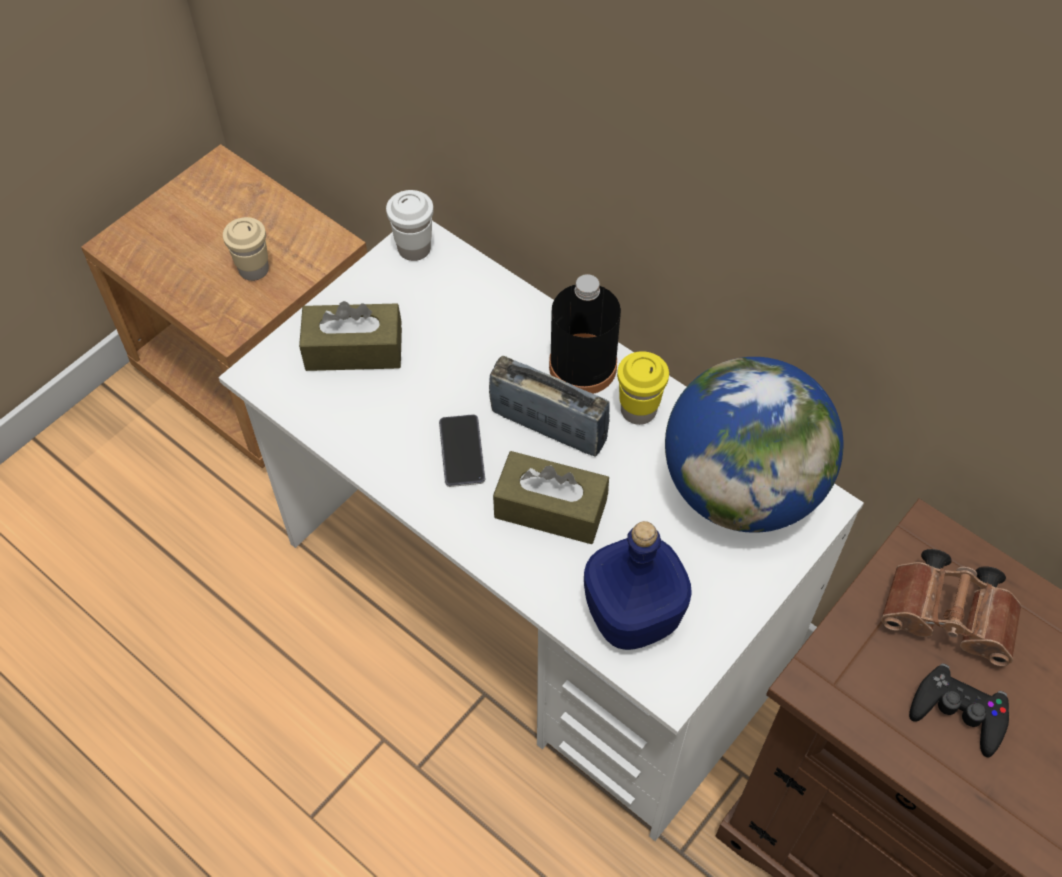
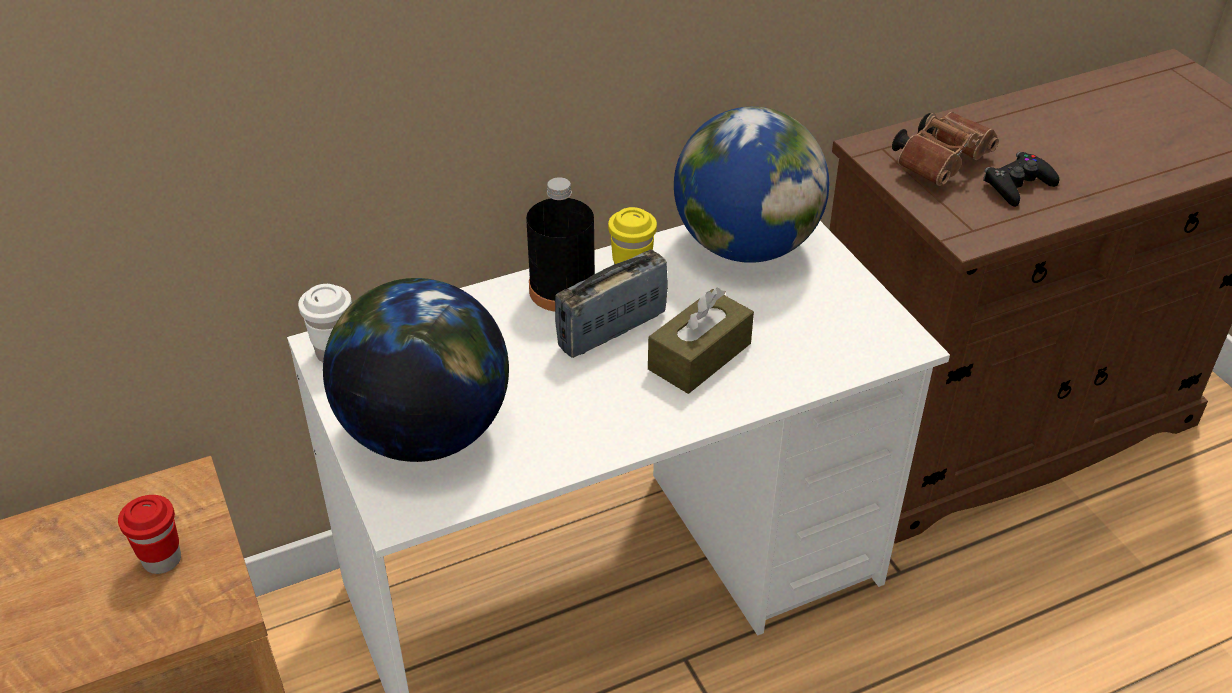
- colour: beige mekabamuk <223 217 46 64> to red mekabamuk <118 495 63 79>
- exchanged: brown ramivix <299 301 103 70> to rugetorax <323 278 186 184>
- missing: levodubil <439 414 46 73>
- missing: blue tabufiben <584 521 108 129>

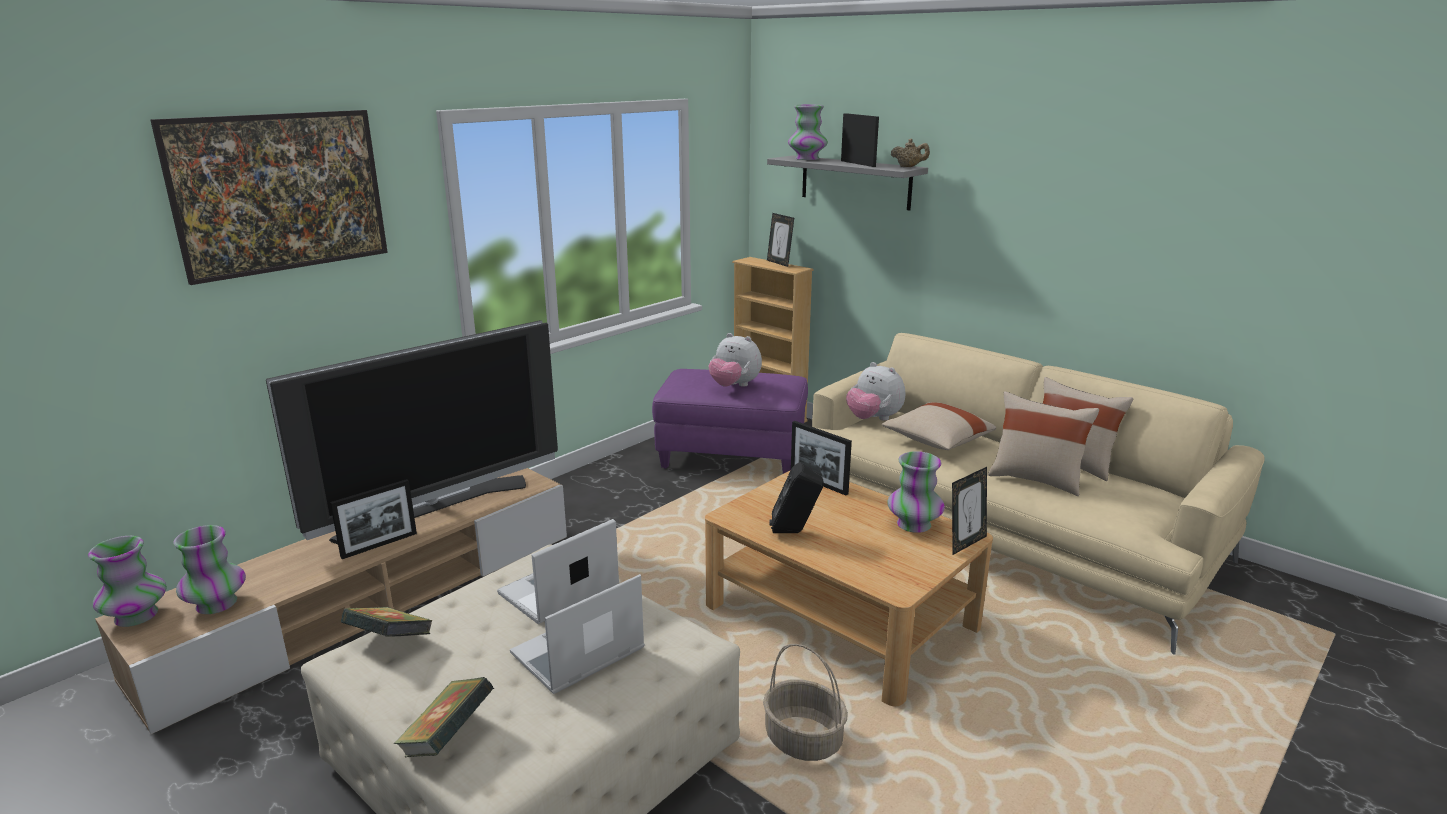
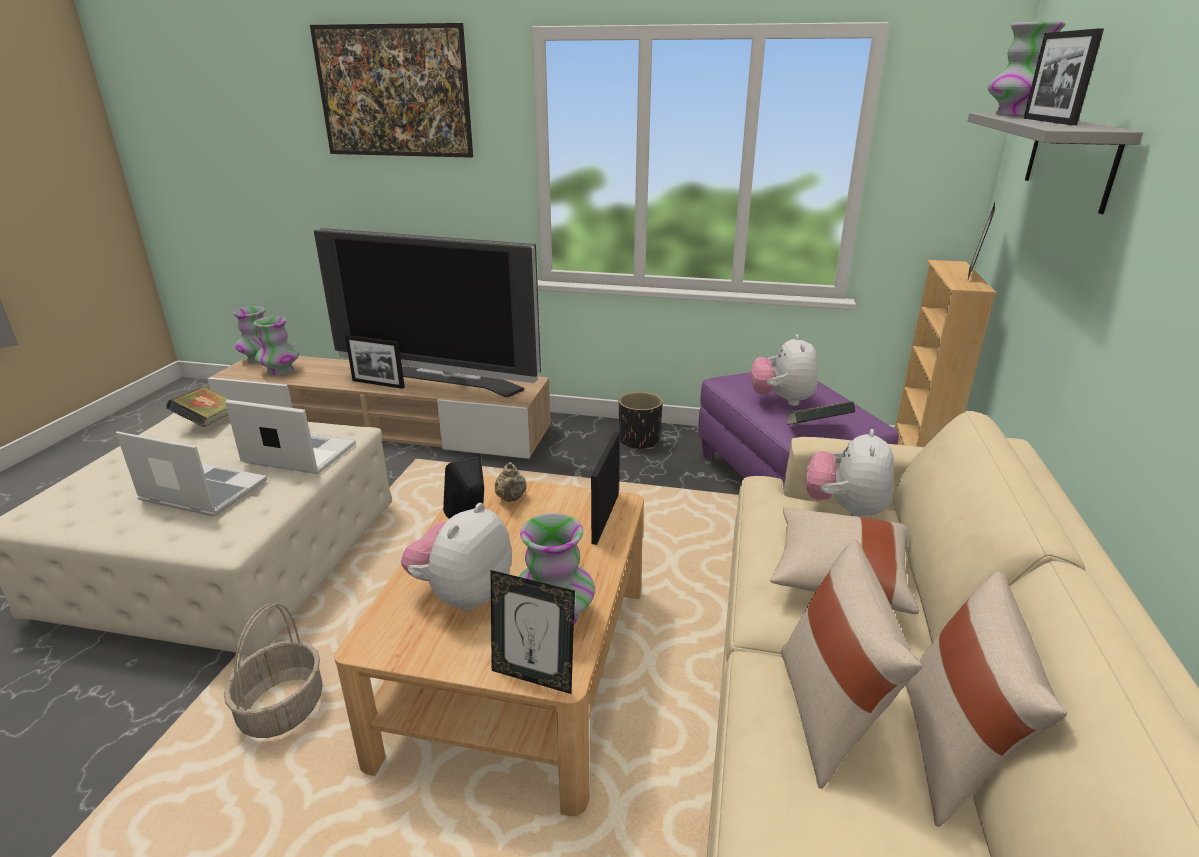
- appeared: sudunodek <401 503 111 108>
- relocated: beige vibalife <891 139 39 28> to <495 462 32 40>
- appeared: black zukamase <619 392 44 57>
- relocated: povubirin <393 677 101 80> to <786 401 69 24>
- spun: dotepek <841 113 38 54> = <1024 28 80 97> 150 degrees clockwise

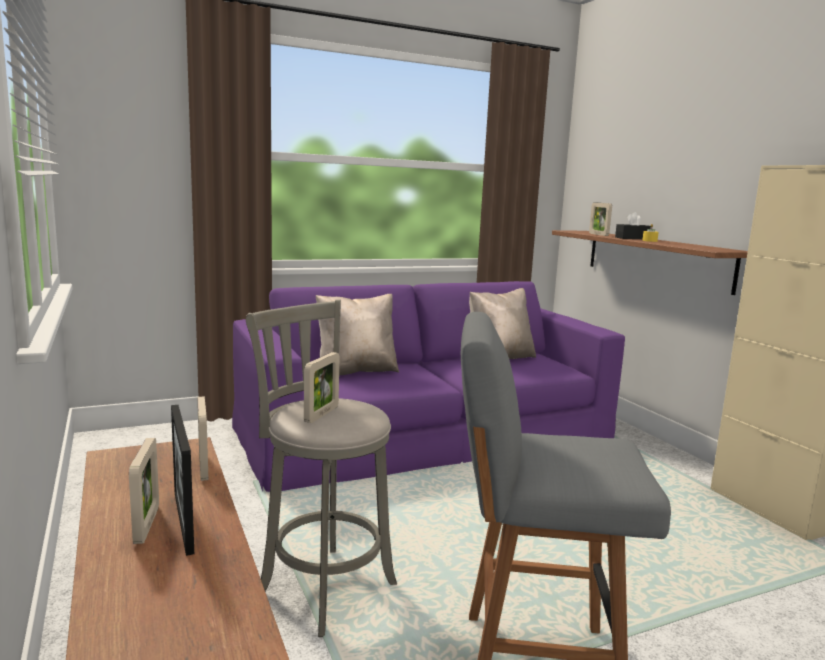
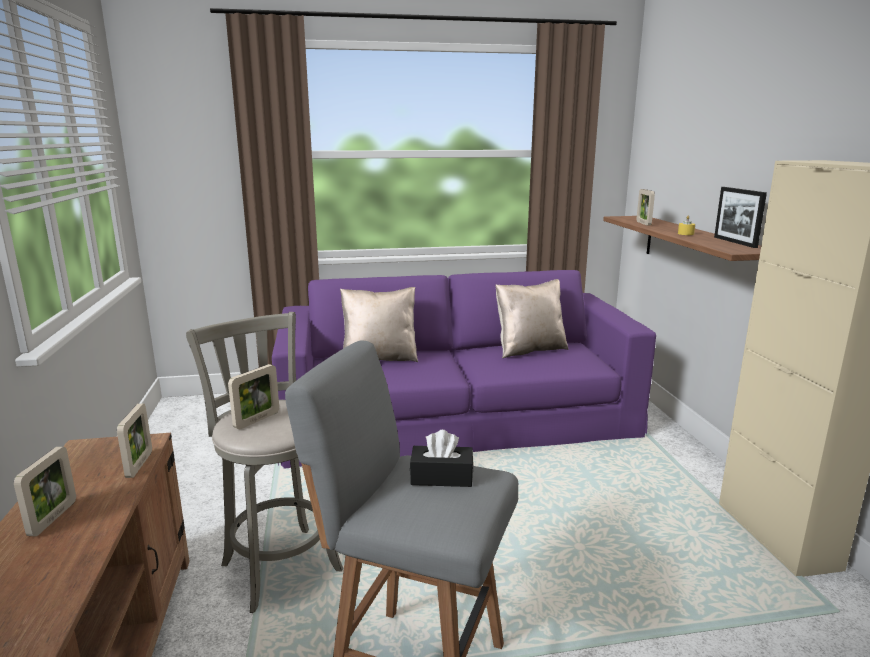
- relocated: black ramivix <615 212 36 27> to <410 430 63 57>
- relocated: dotepek <171 405 23 151> to <714 187 53 61>

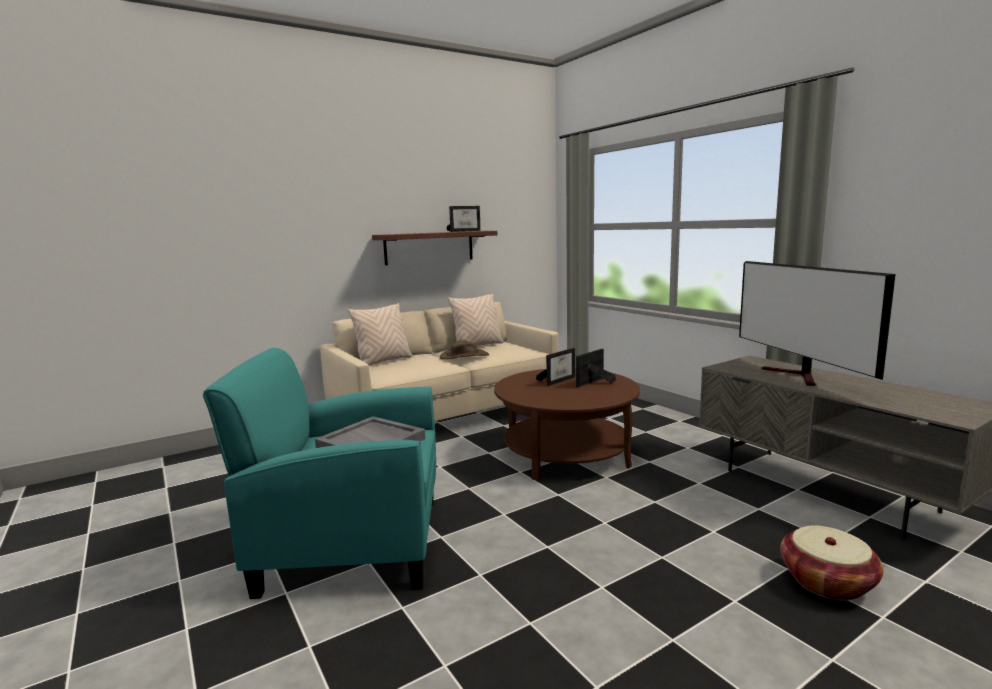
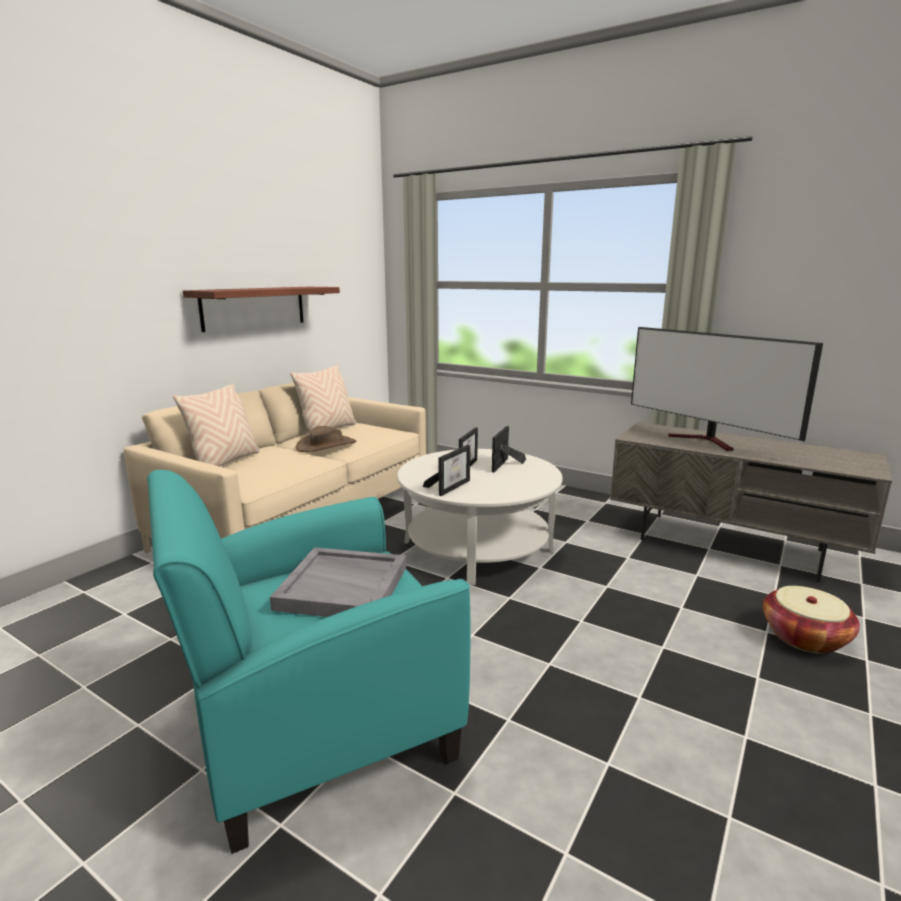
- colour: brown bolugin <494 368 146 113> to white bolugin <397 449 165 136>
- relocated: dotepek <447 206 34 26> to <423 445 47 51>

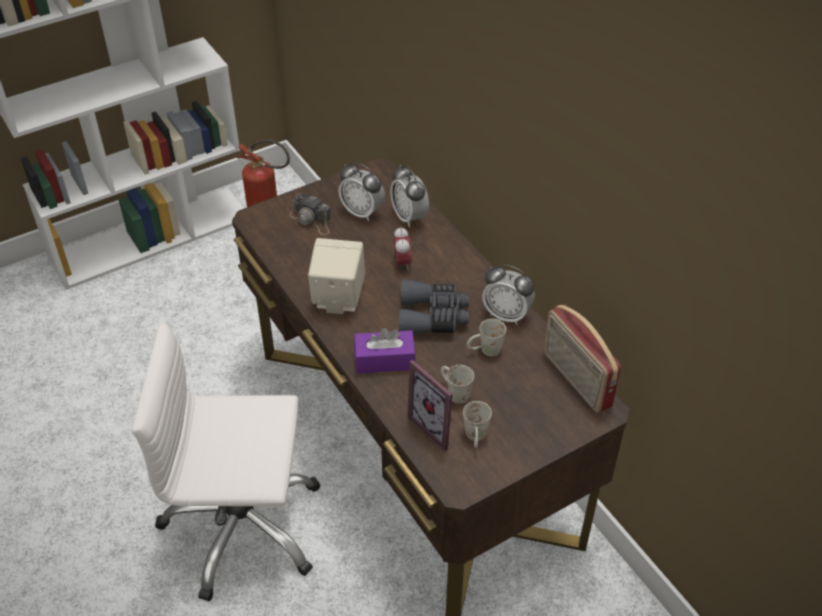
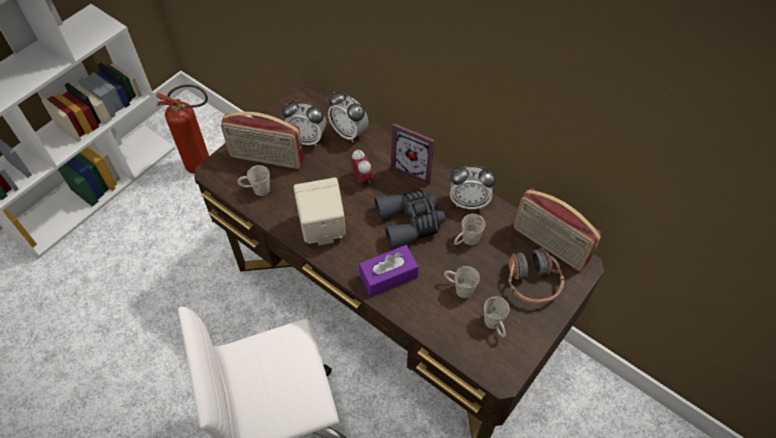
- exchanged: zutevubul <289 194 42 41> to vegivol <221 112 83 57>
- appeared: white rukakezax <238 165 32 31>
- relocated: dotepek <407 360 46 91> to <391 123 44 62>
- appeared: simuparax <508 248 57 56>

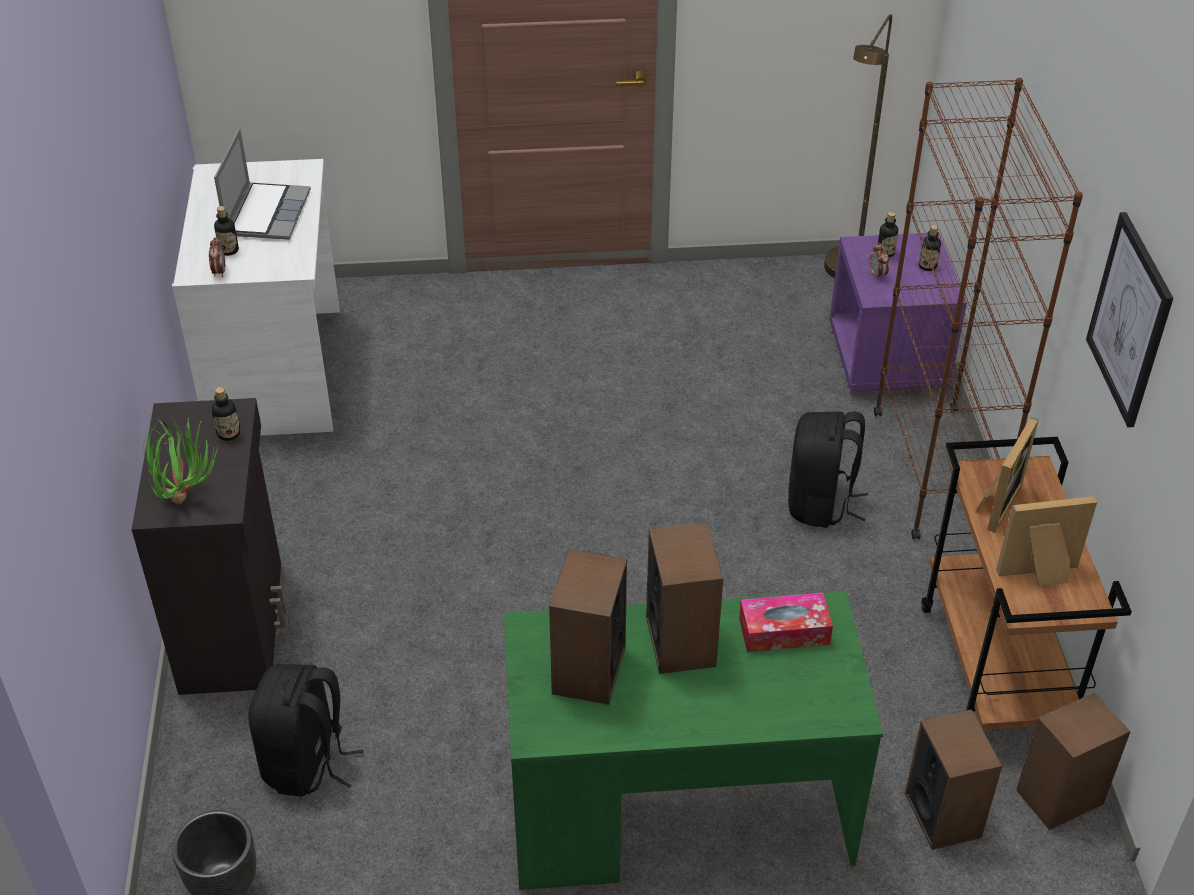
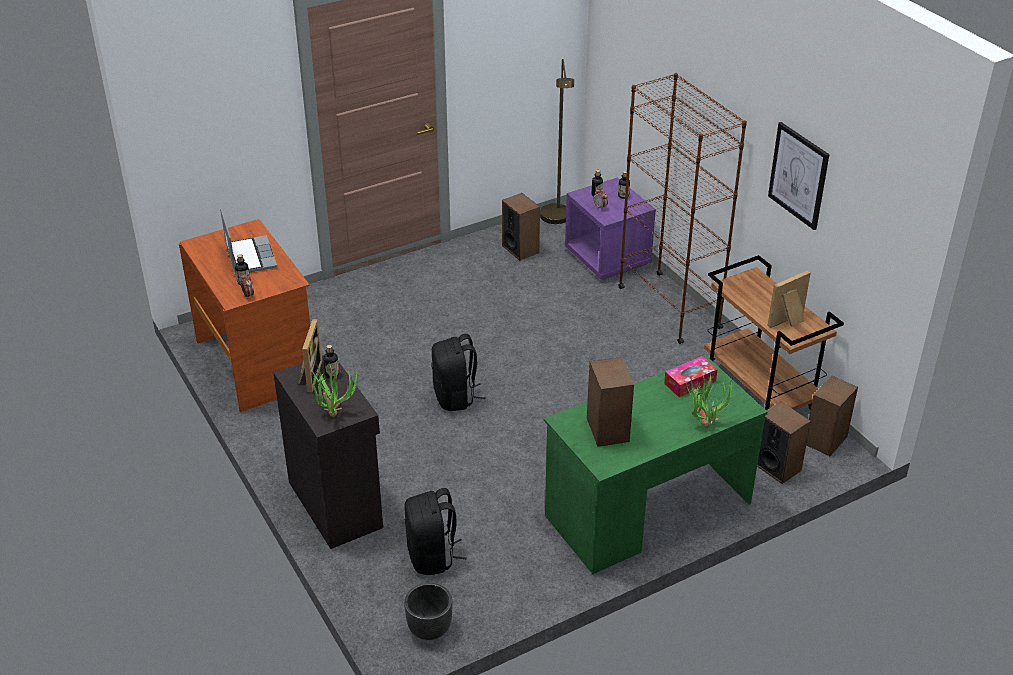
- colour: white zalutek <172 159 168 277> to brown zalutek <179 219 131 193>
- relocated: dotepek <976 417 63 116> to <298 318 24 74>
- relocated: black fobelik <788 412 80 116> to <431 334 55 77>
- relocated: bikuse <646 522 77 152> to <502 193 38 68>
- appeared: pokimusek <684 374 48 54>

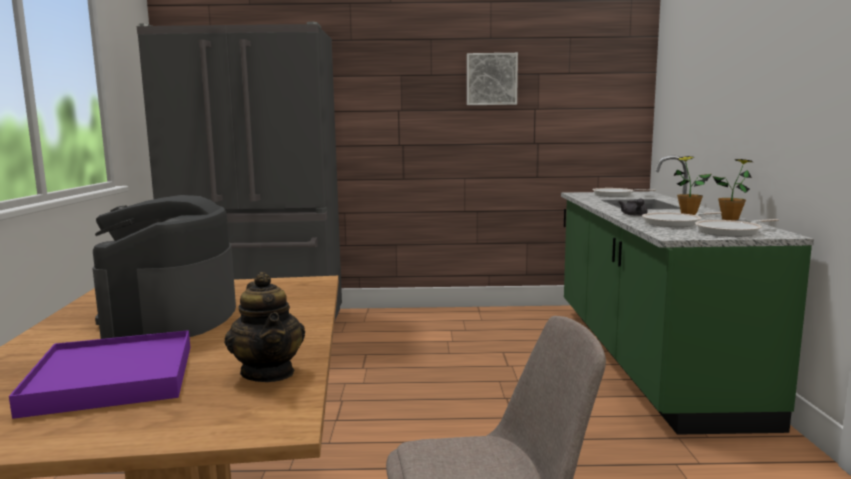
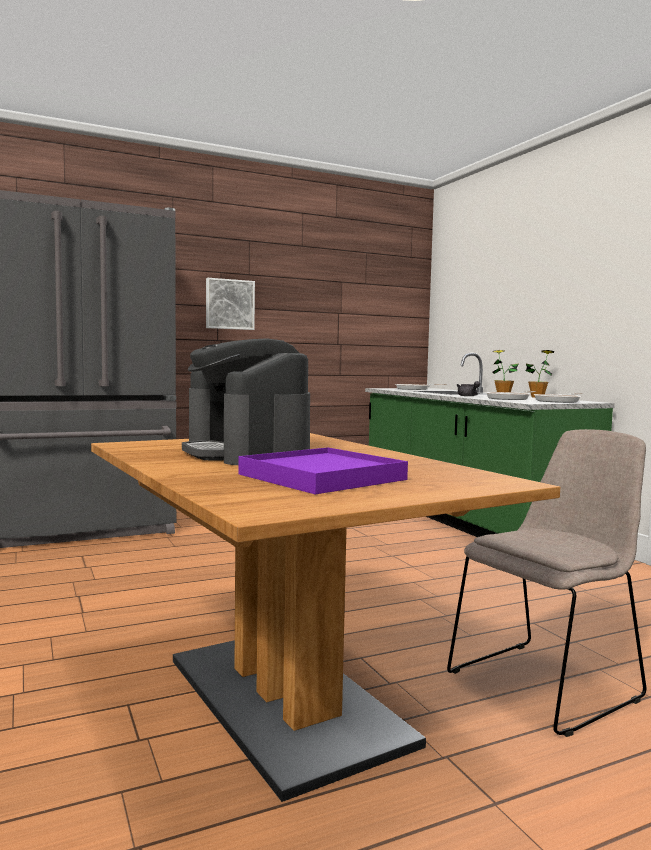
- relocated: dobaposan <467 53 51 52> to <206 278 49 52>
- missing: vibalife <224 272 81 110>

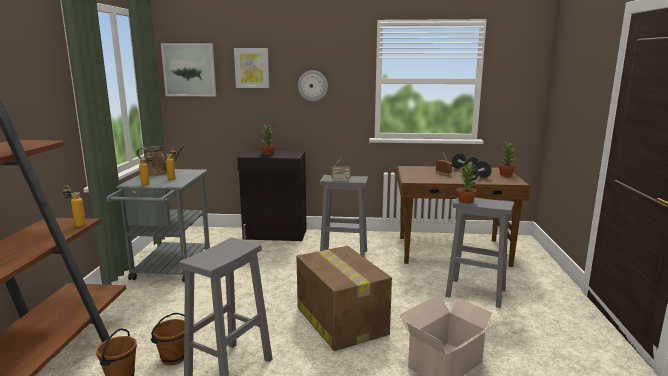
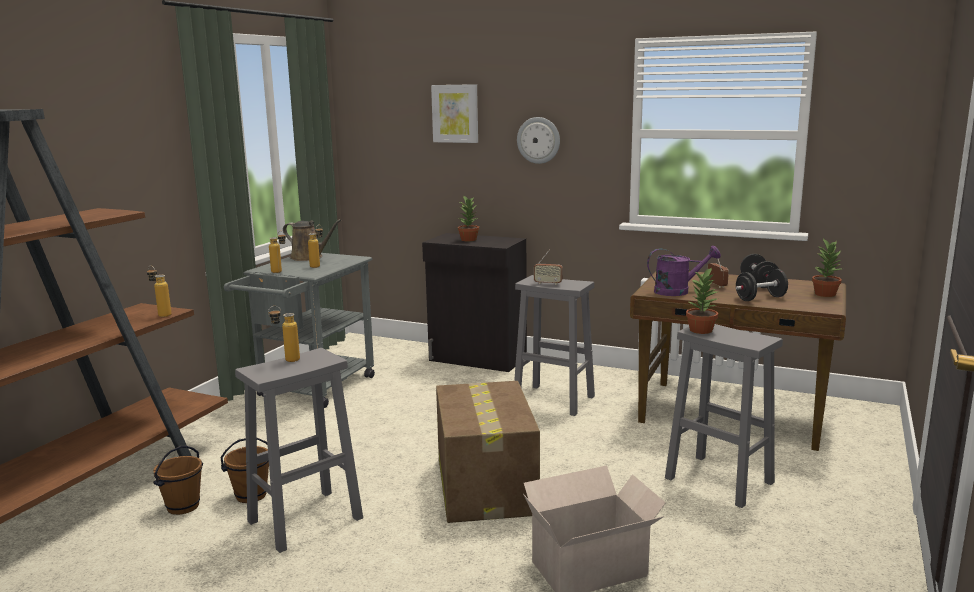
- appeared: tabufiben <268 306 32 56>
- appeared: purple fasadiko <647 246 74 50>
- missing: dobaposan <161 43 55 53>

